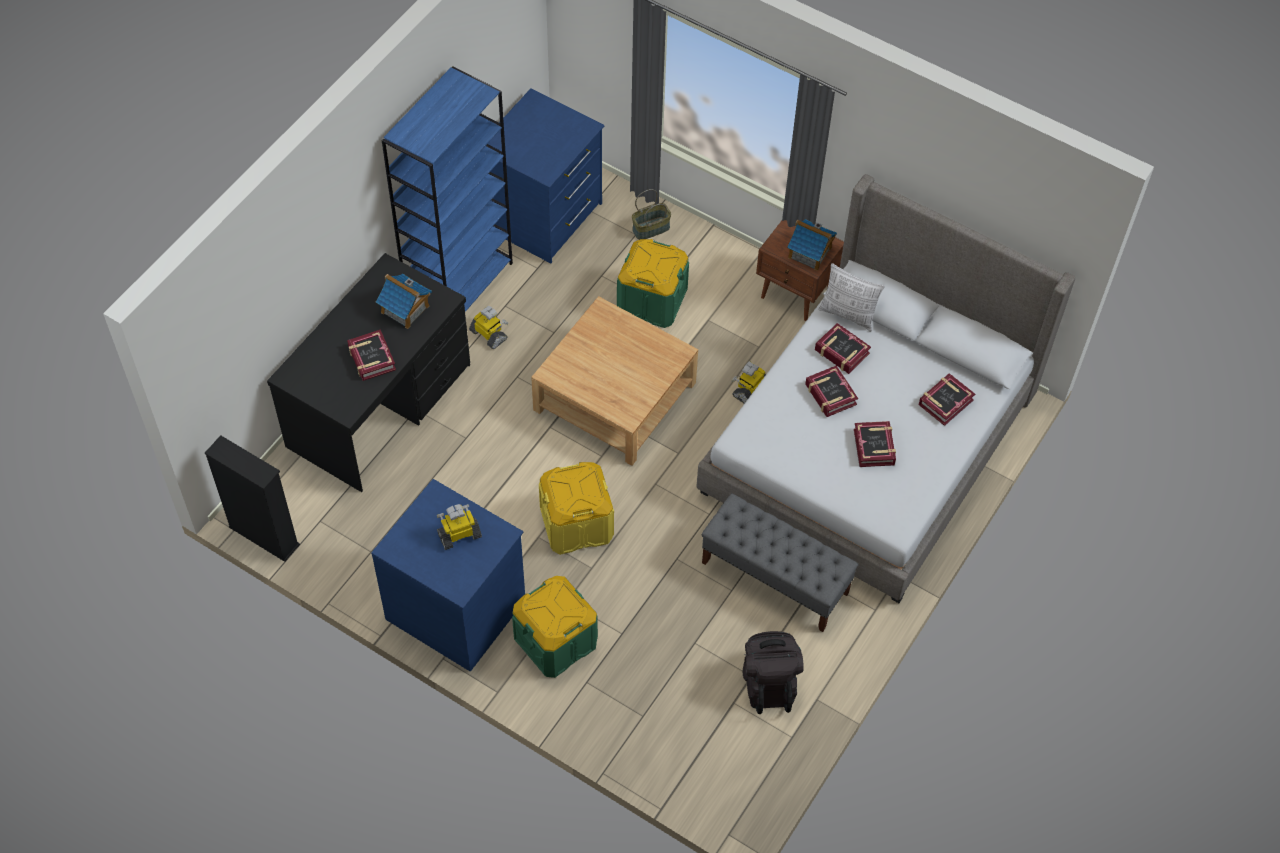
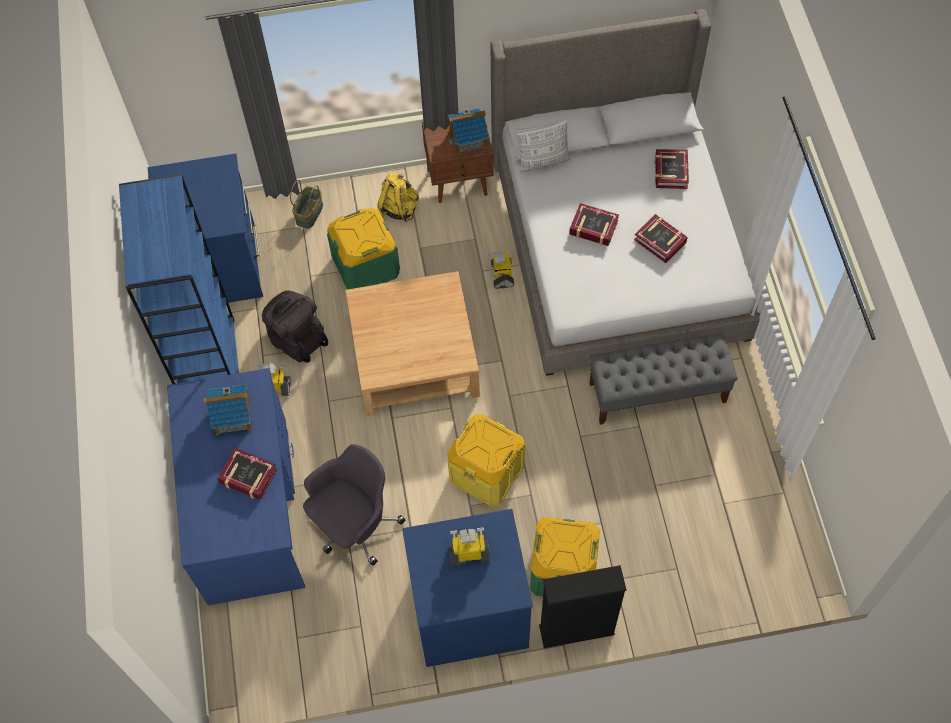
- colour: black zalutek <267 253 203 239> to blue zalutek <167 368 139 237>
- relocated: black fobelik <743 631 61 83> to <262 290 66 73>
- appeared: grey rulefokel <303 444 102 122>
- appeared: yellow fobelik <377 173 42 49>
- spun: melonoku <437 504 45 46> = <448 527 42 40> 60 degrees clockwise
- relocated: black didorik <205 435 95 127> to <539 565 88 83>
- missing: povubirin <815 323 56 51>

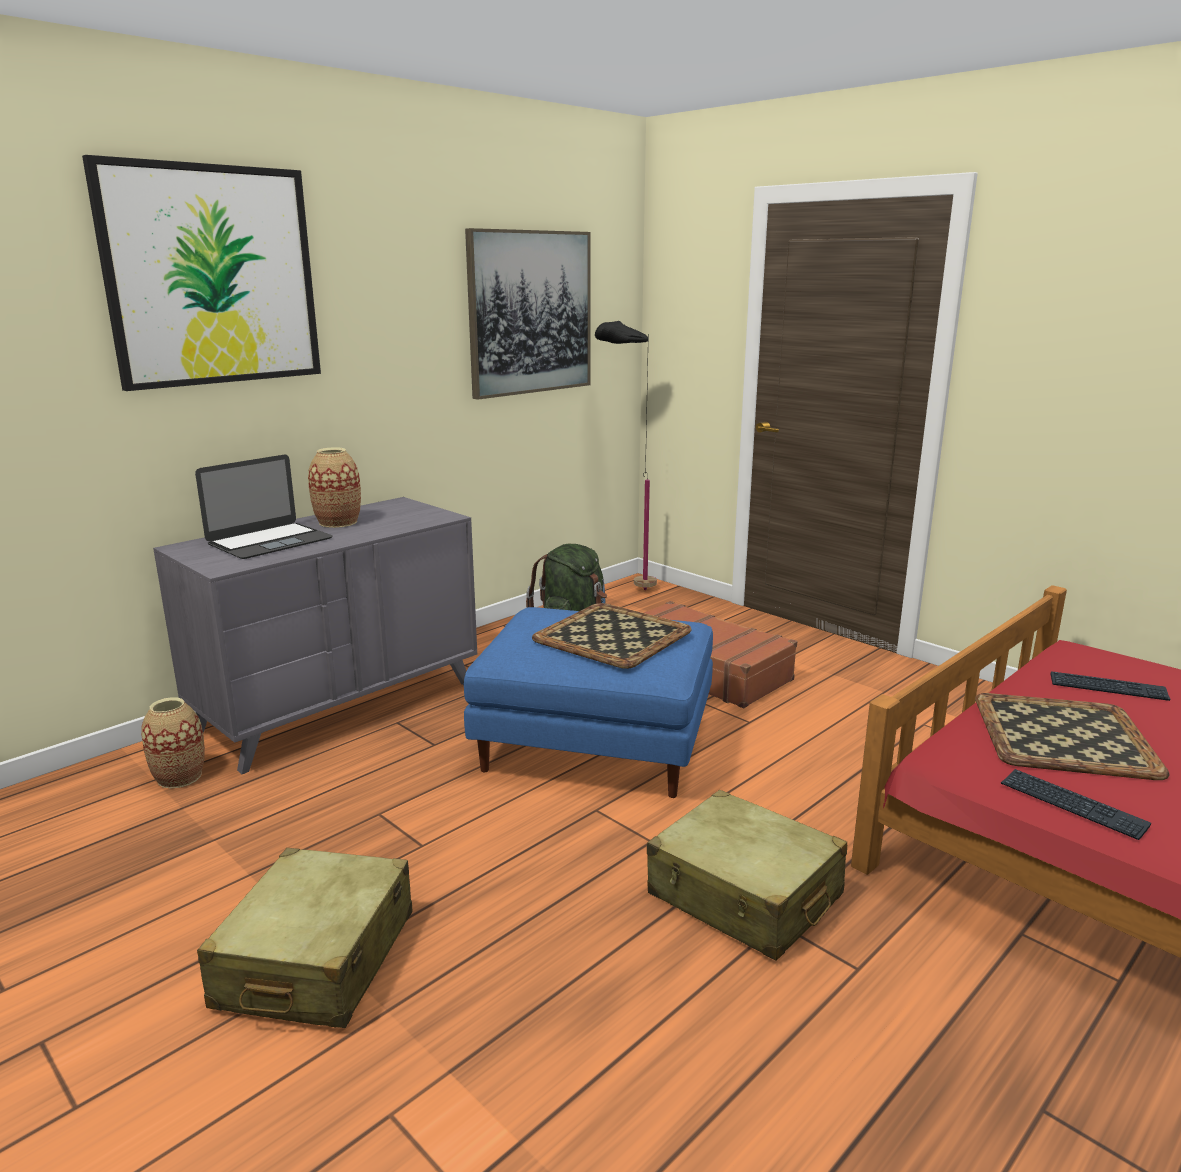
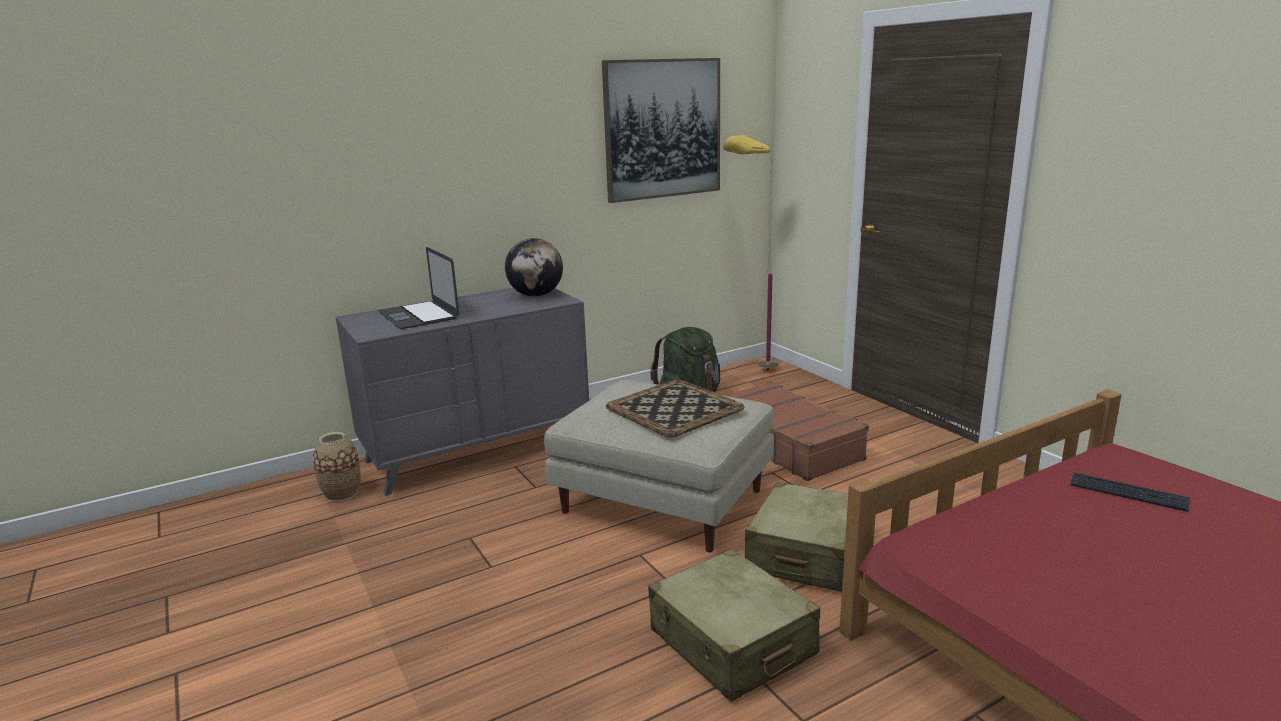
- spun: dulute <195 454 138 105> = <378 247 81 82> 90 degrees clockwise
- appeared: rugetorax <505 238 58 59>
- colour: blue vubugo <464 607 249 191> to beige vubugo <544 380 230 172>
- colour: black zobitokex <595 321 62 269> to yellow zobitokex <723 134 56 237>
- relocated: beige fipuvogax <197 848 216 180> to <745 482 103 110>
- missing: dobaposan <82 155 239 236>
- missing: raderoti <308 447 53 81>
- missing: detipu <975 693 195 87>
- missing: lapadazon <1001 769 150 71>

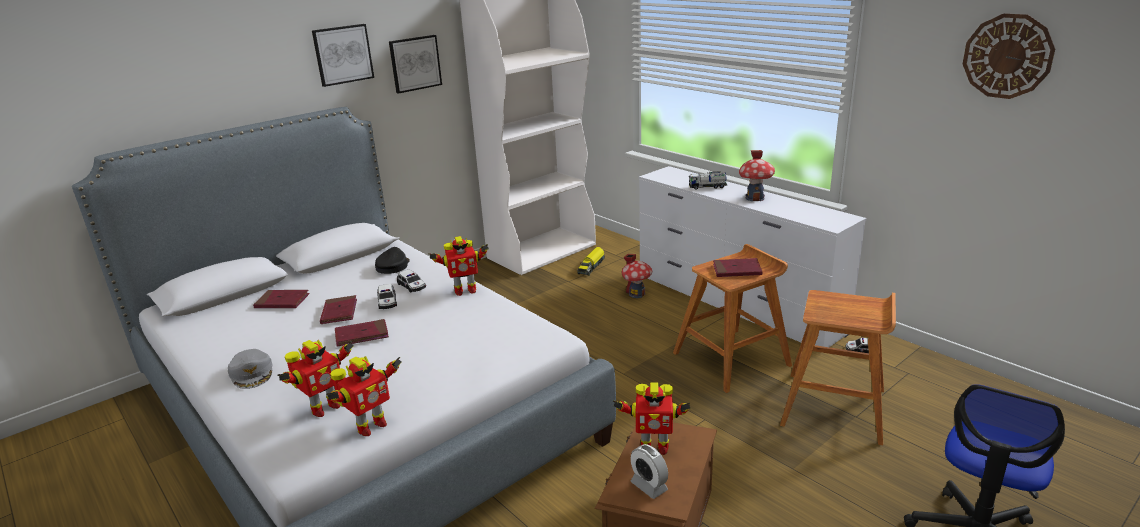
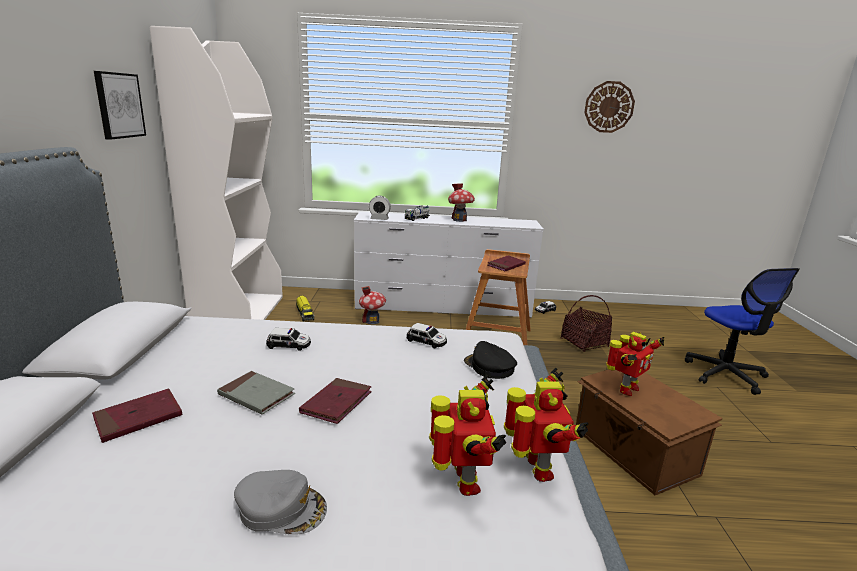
- colour: red povubirin <320 295 37 29> to grey povubirin <217 371 78 44>
- relocated: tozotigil <631 444 37 55> to <369 196 22 24>
- relocated: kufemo <377 284 20 25> to <407 323 40 25>
- relocated: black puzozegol <375 247 35 27> to <464 341 53 38>
- exchanged: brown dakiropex <780 290 116 155> to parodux <561 295 51 57>
- missing: dobaposan <312 24 62 63>
- missing: melonoku <429 236 60 60>

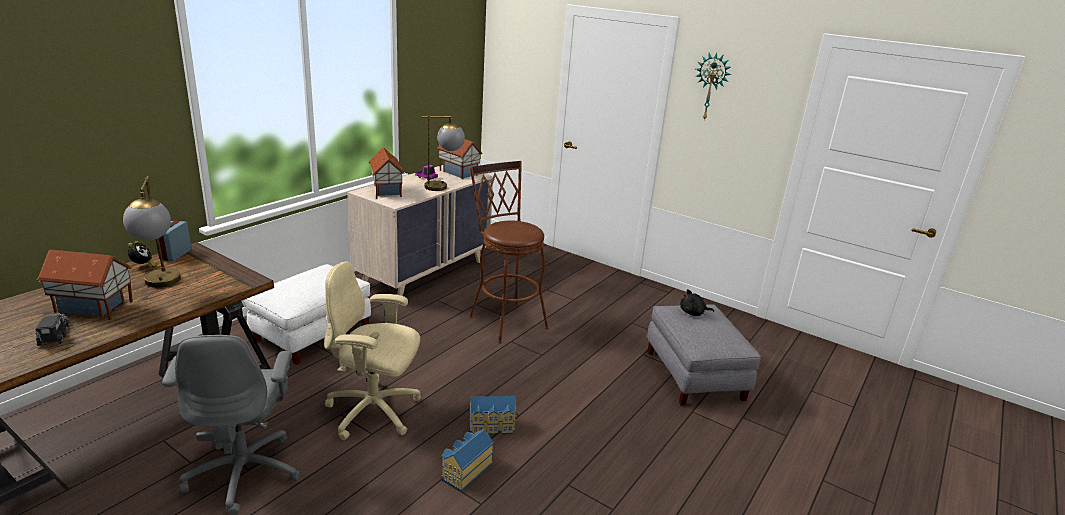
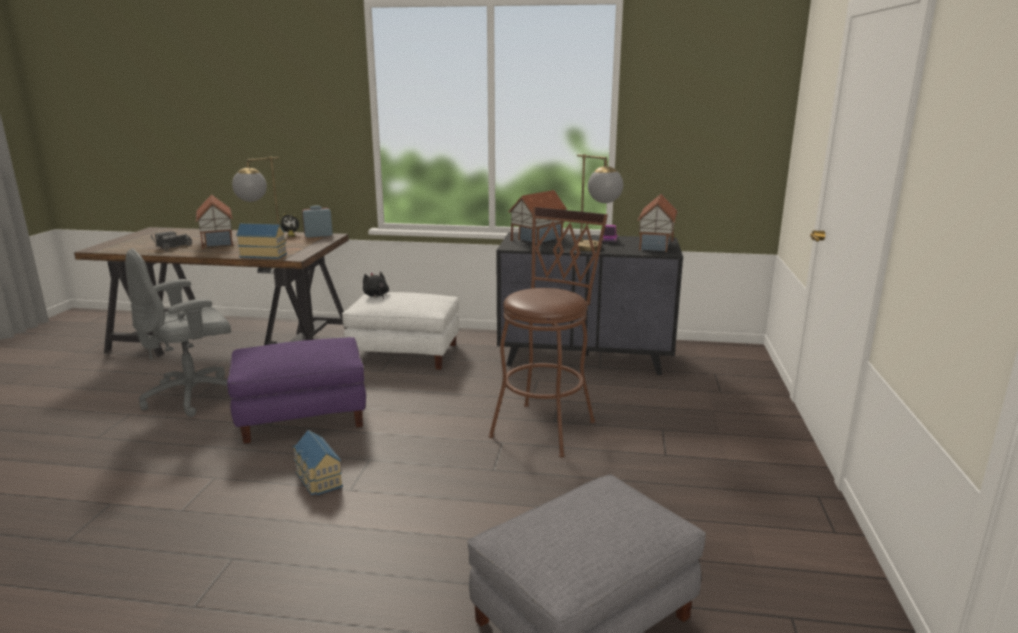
- exchanged: beige rulefokel <324 261 97 179> to purple vubugo <227 337 139 107>
- relocated: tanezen <442 429 52 62> to <236 223 51 36>
- relocated: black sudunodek <680 289 34 27> to <363 271 26 28>
- colour: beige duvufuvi <347 165 146 131> to black duvufuvi <496 232 187 143>
- missing: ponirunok <695 52 36 68>

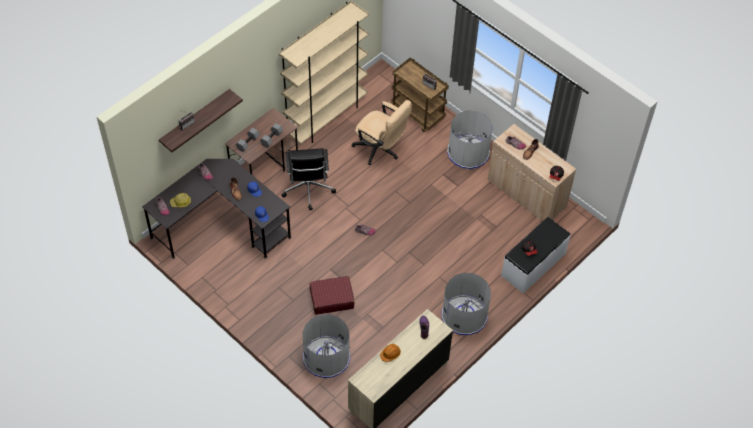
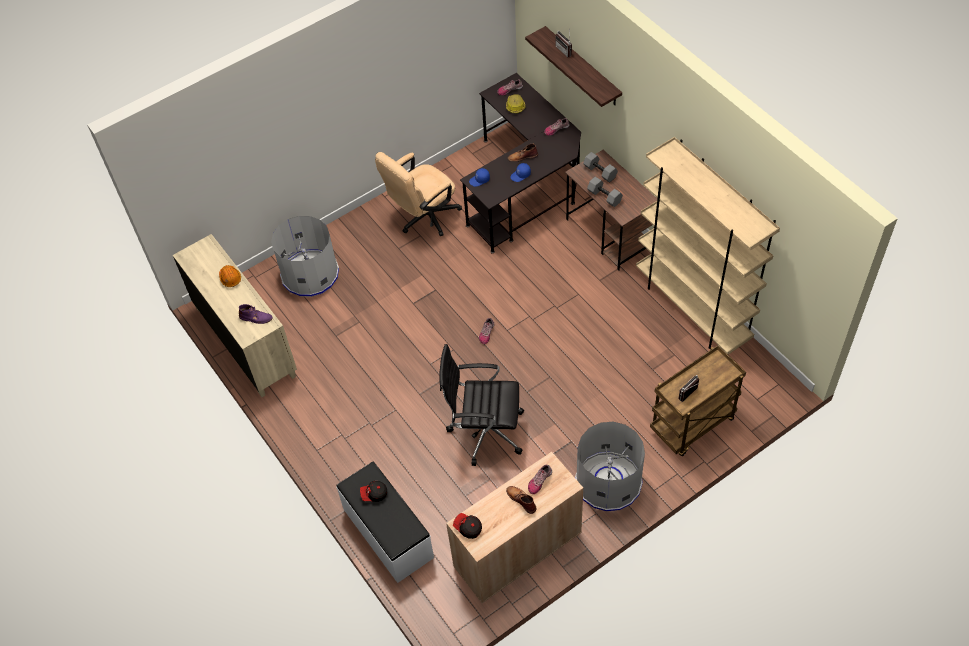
- relocated: beige rulefokel <352 100 60 65> to <375 152 87 84>
- relocated: black rulefokel <281 148 55 62> to <439 344 85 122>
- missing: red fipuvogax <310 276 45 39>
- missing: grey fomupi <441 273 50 62>

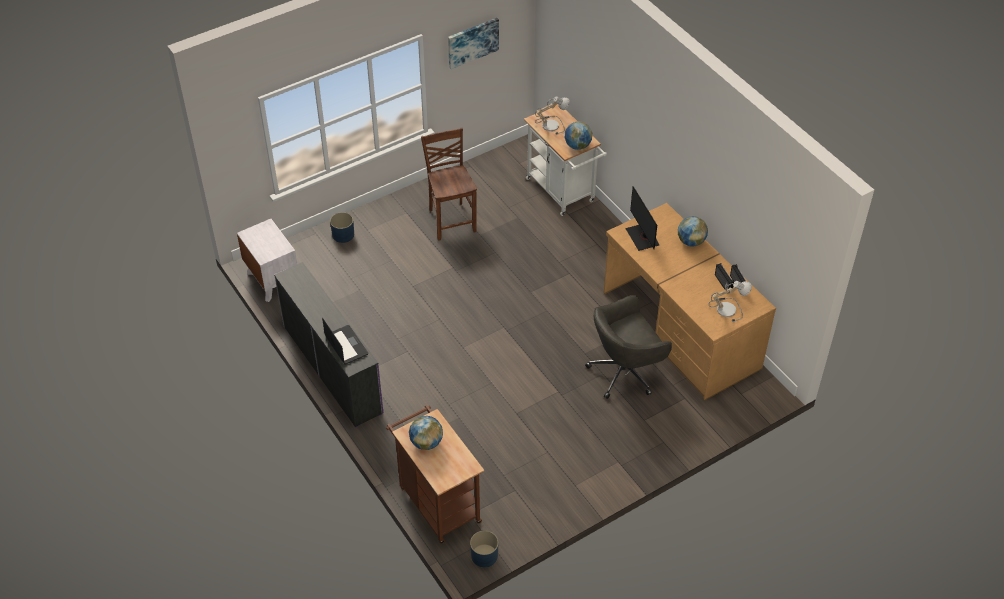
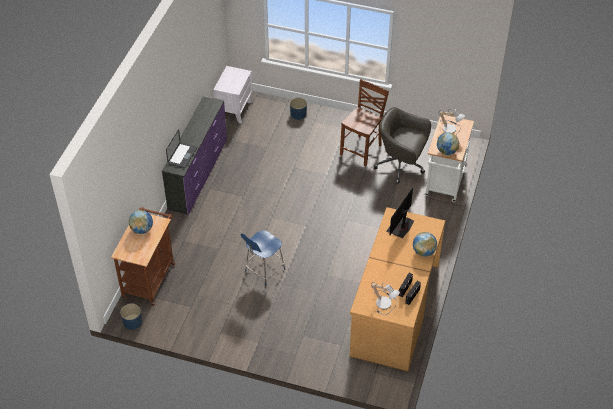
- appeared: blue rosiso <241 230 44 56>
- relocated: grey rulefokel <585 295 87 104> to <374 107 57 77>
- missing: dobaposan <448 18 51 51>

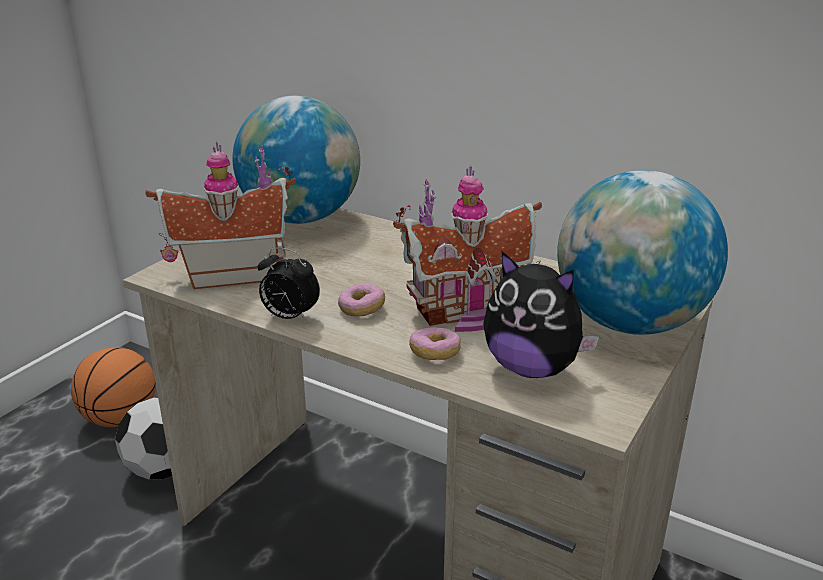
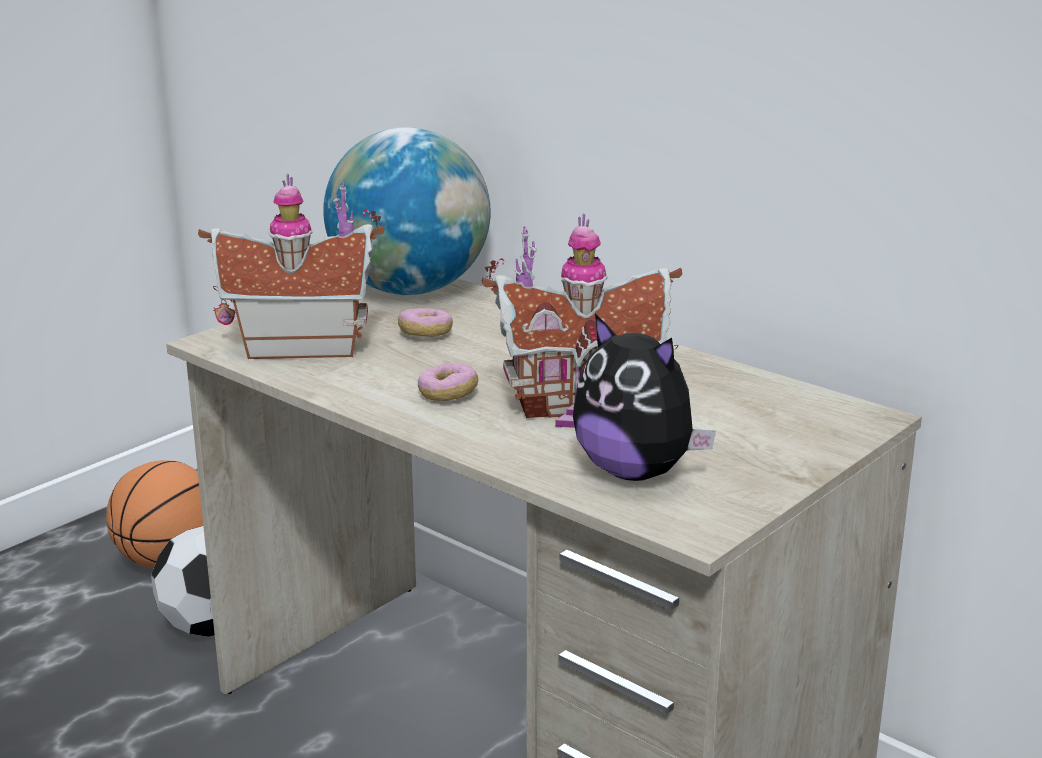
- relocated: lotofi <409 327 52 33> to <398 308 55 29>
- missing: tozotigil <258 247 62 75>
- missing: rugetorax <557 170 171 165>

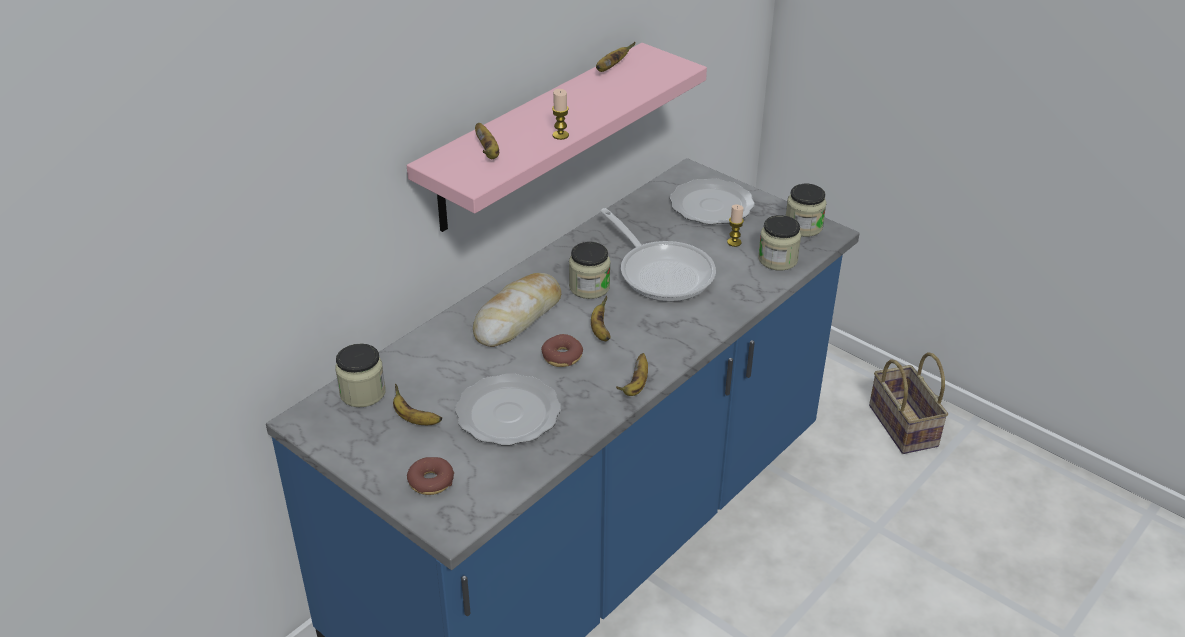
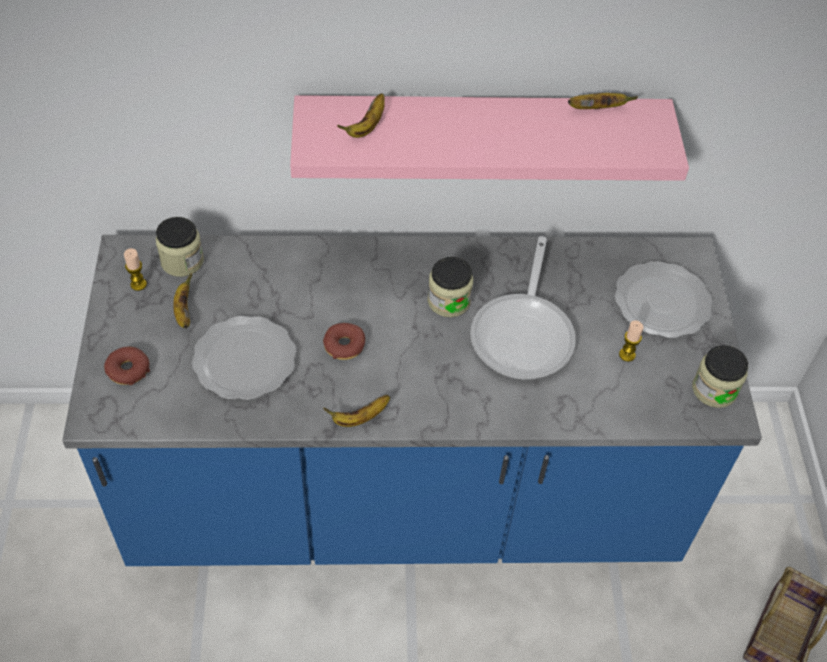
- relocated: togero <552 89 17 51> to <124 248 23 43>
- missing: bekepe <473 273 88 74>
- missing: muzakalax <591 296 20 45>
- missing: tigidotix <758 215 43 56>

